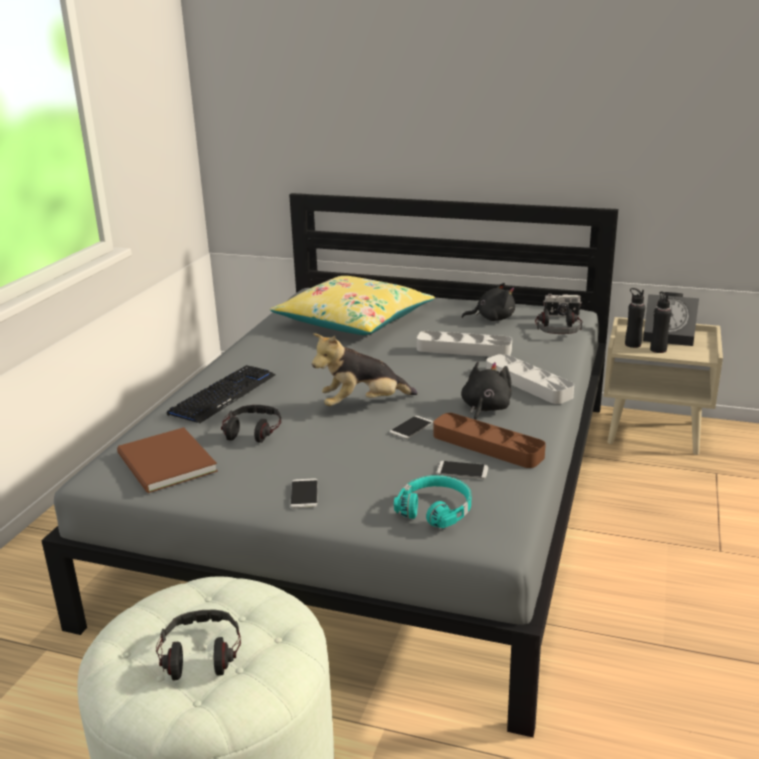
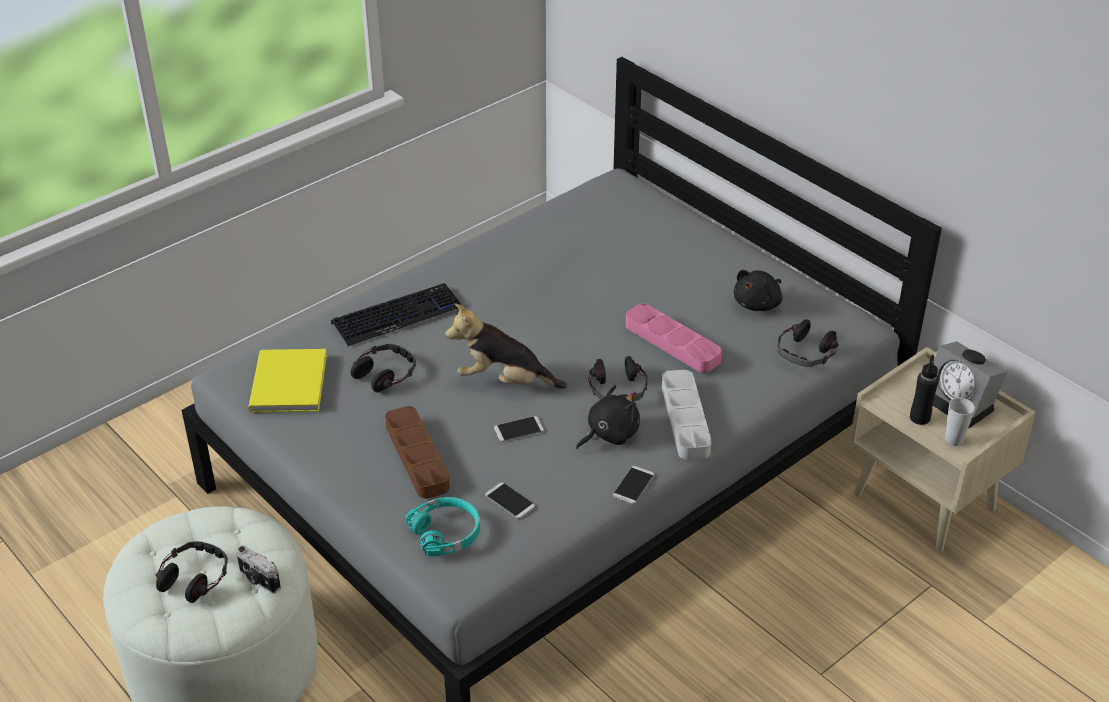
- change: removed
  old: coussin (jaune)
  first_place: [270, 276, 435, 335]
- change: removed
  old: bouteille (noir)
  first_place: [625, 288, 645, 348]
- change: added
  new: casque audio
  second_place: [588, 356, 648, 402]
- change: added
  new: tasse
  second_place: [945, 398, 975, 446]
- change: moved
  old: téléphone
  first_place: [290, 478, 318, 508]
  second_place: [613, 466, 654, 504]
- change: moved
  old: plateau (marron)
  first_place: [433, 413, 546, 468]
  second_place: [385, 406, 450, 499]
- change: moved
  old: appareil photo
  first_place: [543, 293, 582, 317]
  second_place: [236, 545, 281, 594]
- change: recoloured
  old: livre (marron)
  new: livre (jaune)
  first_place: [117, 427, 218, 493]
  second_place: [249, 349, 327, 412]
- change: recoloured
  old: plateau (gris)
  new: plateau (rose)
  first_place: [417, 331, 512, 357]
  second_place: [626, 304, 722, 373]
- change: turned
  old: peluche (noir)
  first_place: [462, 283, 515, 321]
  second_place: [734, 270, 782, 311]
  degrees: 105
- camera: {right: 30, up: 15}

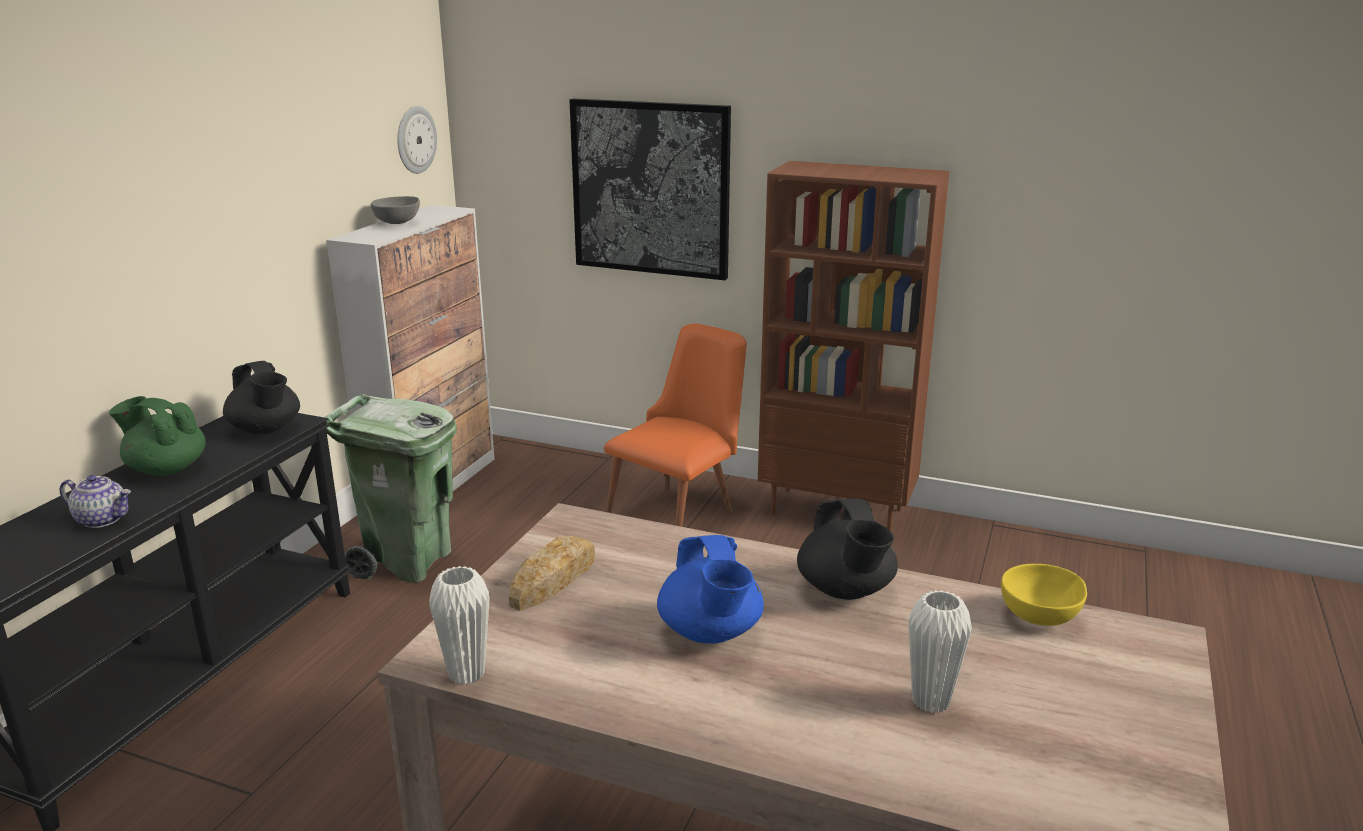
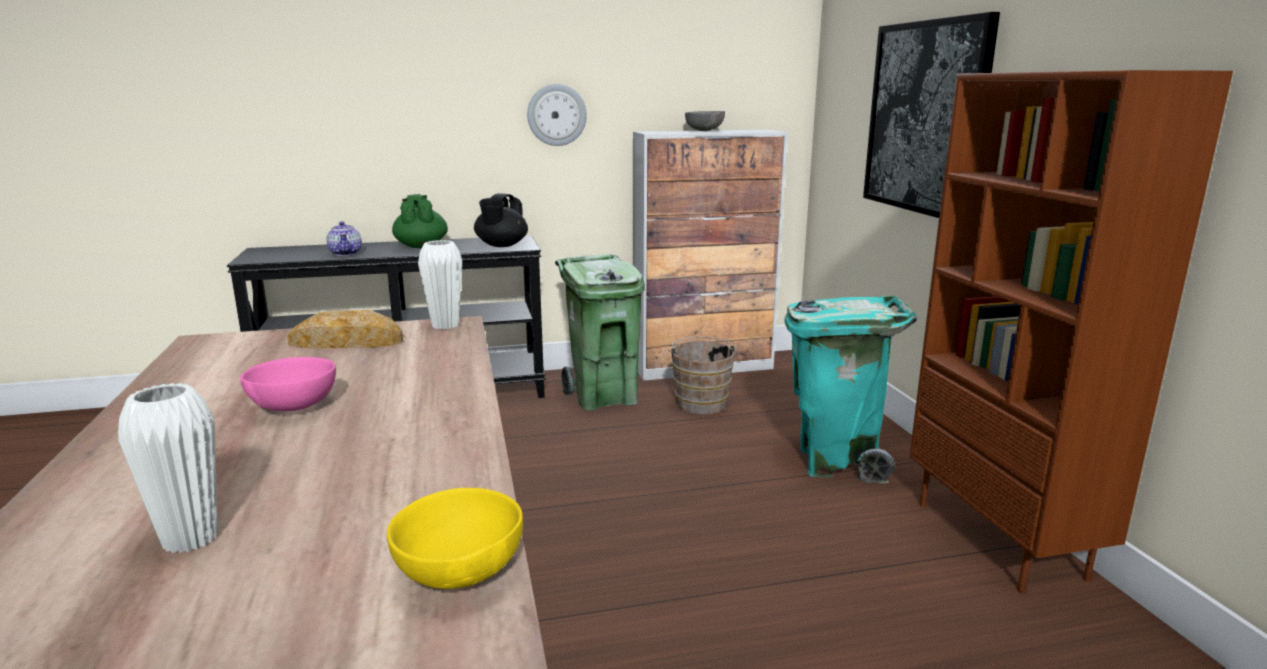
- change: removed
  old: théière (noir)
  first_place: [797, 498, 898, 600]
- change: added
  new: seau (marron)
  second_place: [668, 337, 738, 415]
- change: moved
  old: horloge murale
  first_place: [397, 106, 437, 174]
  second_place: [527, 84, 587, 146]
- change: moved
  old: vase (blanc)
  first_place: [429, 566, 490, 685]
  second_place: [418, 240, 462, 330]
- change: replaced
  old: chaise (orange)
  new: poubelle (turquoise)
  first_place: [604, 324, 747, 527]
  second_place: [785, 296, 917, 484]
- change: replaced
  old: théière (bleu)
  new: bol (rose)
  first_place: [657, 535, 764, 644]
  second_place: [240, 357, 336, 411]
- camera: {right: 55, up: -5}

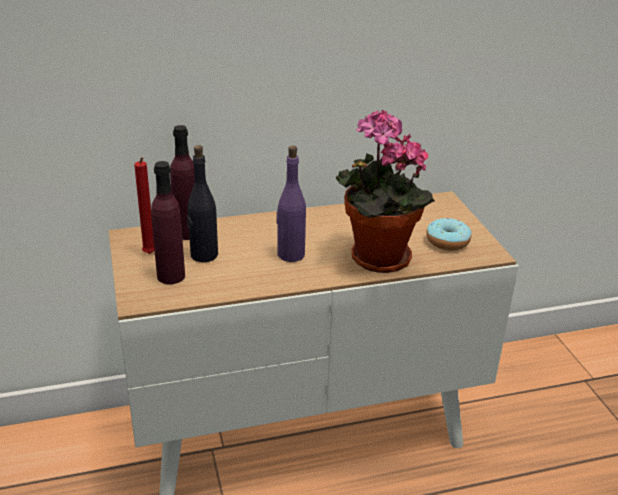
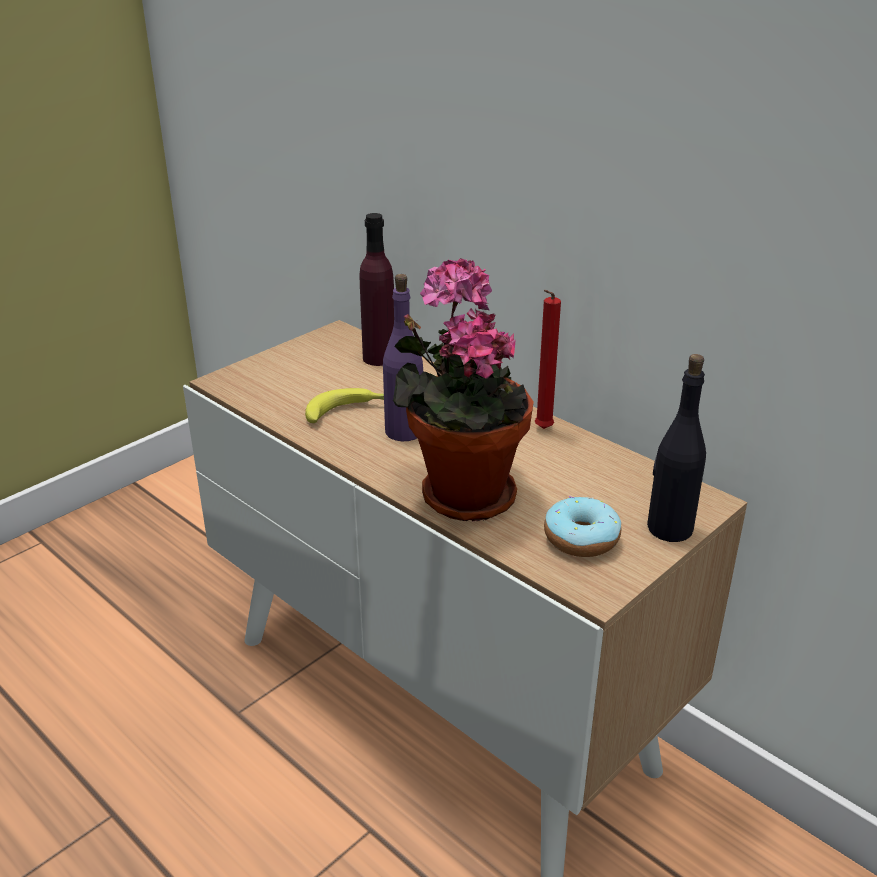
- change: removed
  old: bouteille (violet)
  first_place: [151, 161, 185, 284]
- change: added
  new: banane
  second_place: [305, 388, 384, 423]
- change: moved
  old: bougie (rouge)
  first_place: [134, 157, 154, 254]
  second_place: [535, 290, 561, 429]
- change: moved
  old: bouteille (noir)
  first_place: [187, 145, 218, 262]
  second_place: [647, 354, 706, 542]
- camera: {right: 60, up: 0}

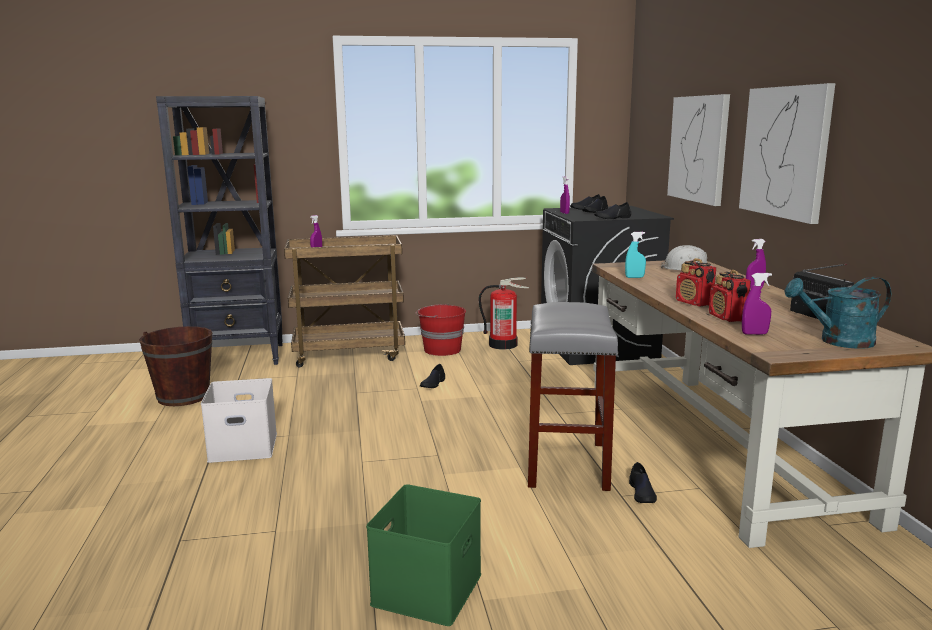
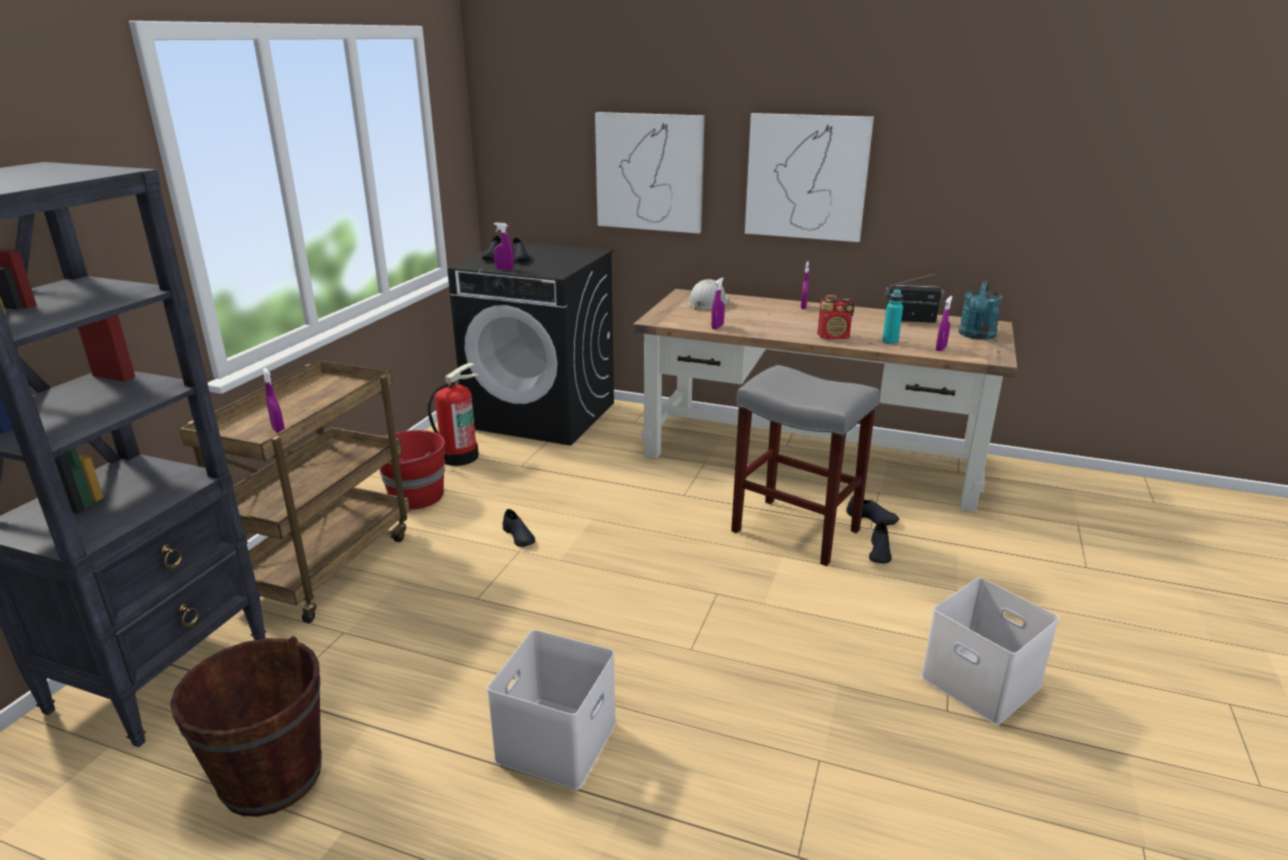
- change: moved
  old: chaussure (noir)
  first_place: [594, 202, 631, 219]
  second_place: [869, 522, 892, 563]
- change: replaced
  old: radio
  new: bouteille (turquoise)
  first_place: [709, 270, 751, 322]
  second_place: [882, 289, 903, 345]
- change: recoloured
  old: boîte de rangement (vert)
  new: boîte de rangement (blanc)
  first_place: [366, 484, 481, 626]
  second_place: [920, 577, 1059, 725]
- change: recoloured
  old: vaporisateur (turquoise)
  new: vaporisateur (violet)
  first_place: [625, 232, 646, 278]
  second_place: [711, 278, 725, 329]
- camera: {right: -60, up: 10}

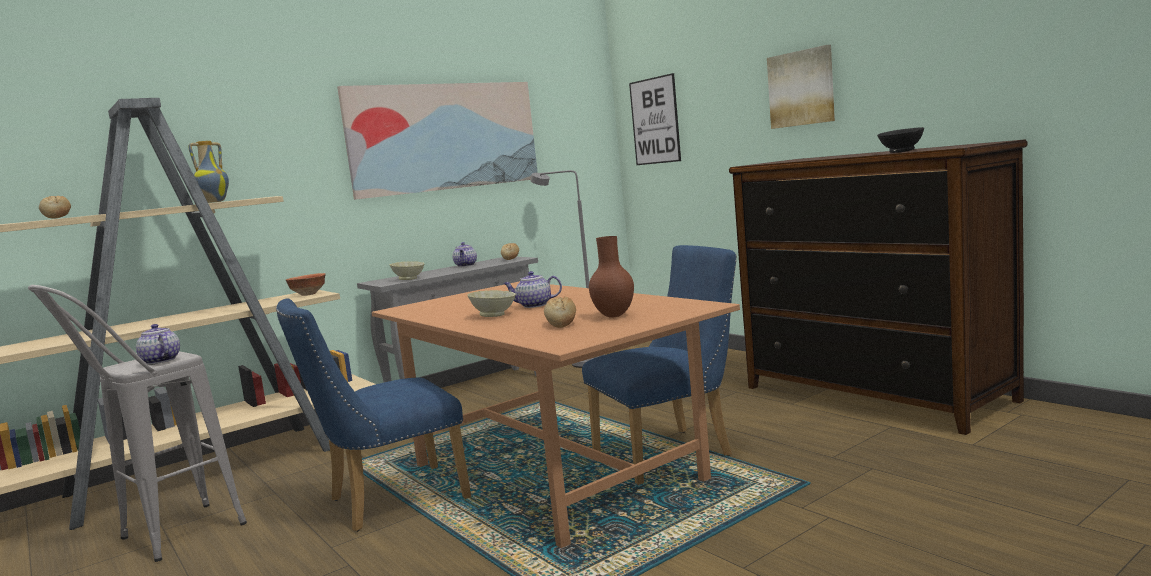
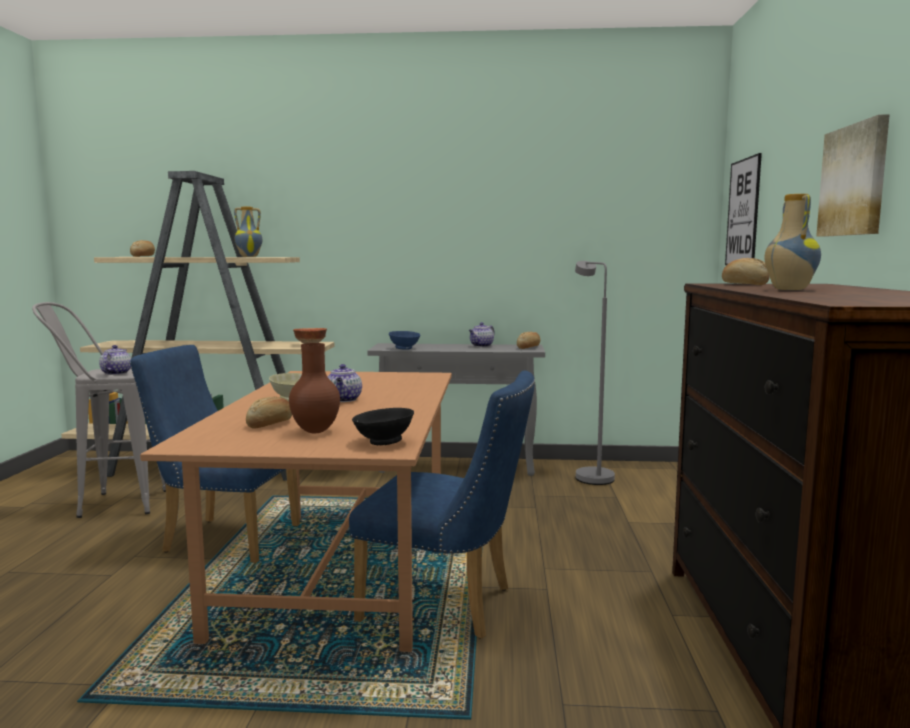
- change: removed
  old: tableau
  first_place: [337, 82, 538, 200]
- change: added
  new: pain
  second_place: [722, 258, 769, 285]
- change: added
  new: vase
  second_place: [764, 194, 821, 290]
- change: moved
  old: bol (noir)
  first_place: [877, 127, 924, 153]
  second_place: [352, 408, 414, 445]
- change: recoloured
  old: bol (beige)
  new: bol (bleu)
  first_place: [390, 261, 424, 280]
  second_place: [389, 331, 420, 350]
- change: turned
  old: théière
  first_place: [503, 271, 562, 308]
  second_place: [328, 364, 362, 402]
  degrees: -135
- camera: {right: 40, up: 0}

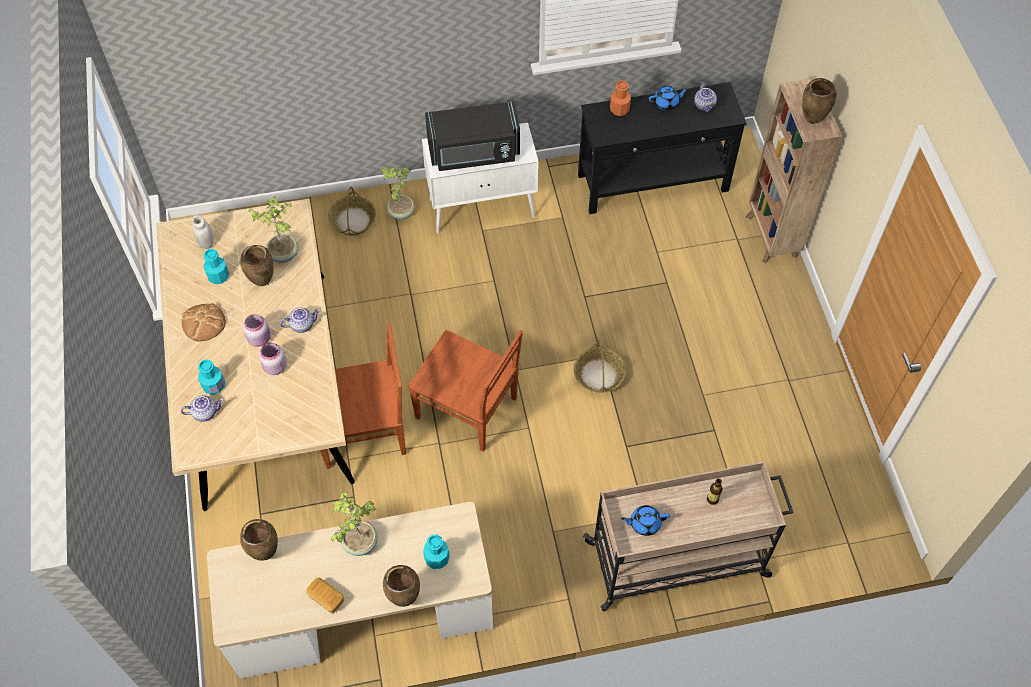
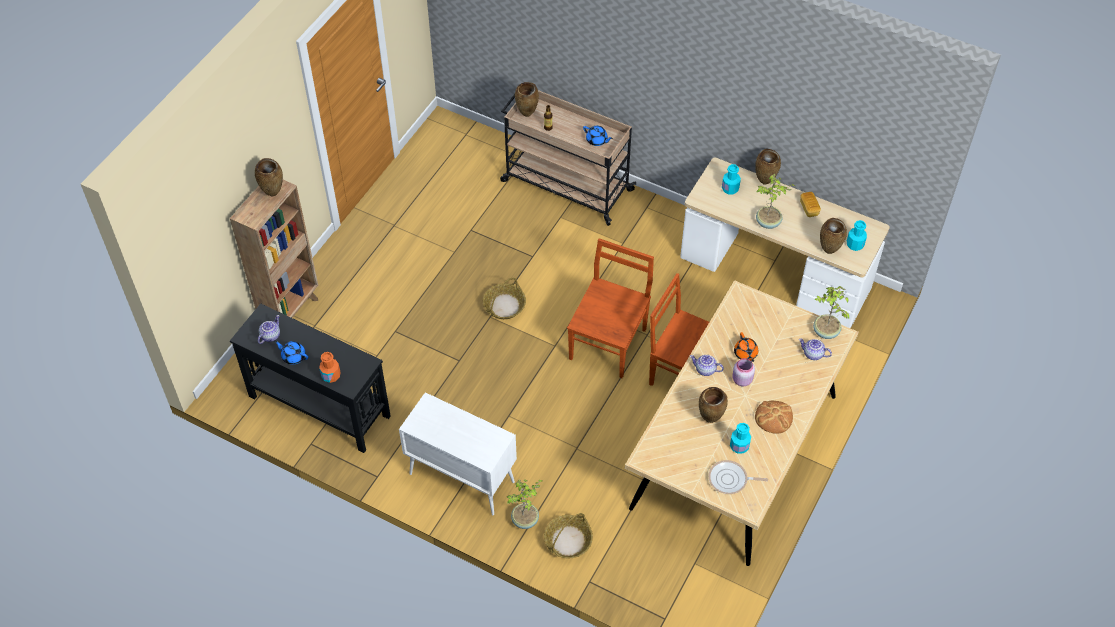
- change: removed
  old: micro-ondes (noir)
  first_place: [425, 101, 520, 171]
- change: added
  new: vase (marron)
  second_place: [515, 82, 539, 117]
- change: moved
  old: bouteille (turquoise)
  first_place: [198, 359, 225, 395]
  second_place: [847, 220, 867, 251]
- change: moved
  old: plante en pot
  first_place: [248, 196, 298, 263]
  second_place: [813, 286, 849, 339]
- change: replaced
  old: bocal (blanc)
  new: poêle
  first_place: [192, 215, 214, 249]
  second_place: [708, 460, 768, 494]
- change: replaced
  old: bocal (rose)
  new: théière (orange)
  first_place: [259, 343, 287, 375]
  second_place: [734, 332, 758, 362]
- change: turned
  old: chaise (marron)
  first_place: [408, 330, 523, 452]
  second_place: [567, 238, 654, 378]
  degrees: 45
- camera: {right: -140, up: -5}

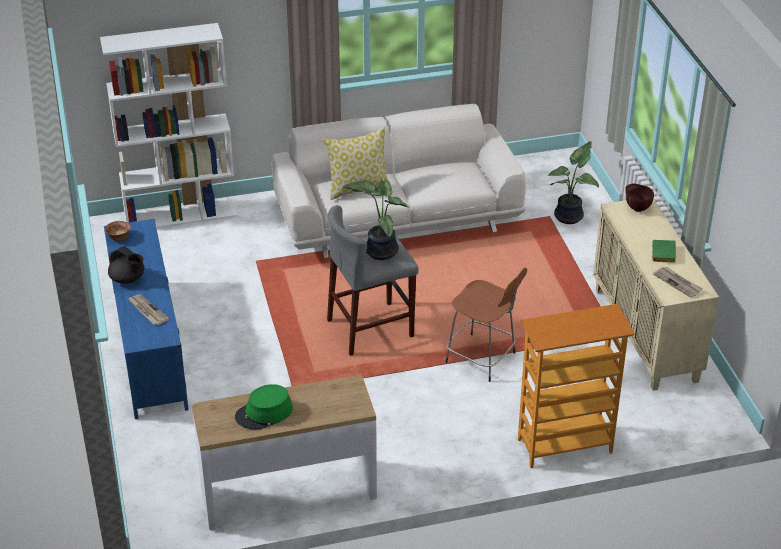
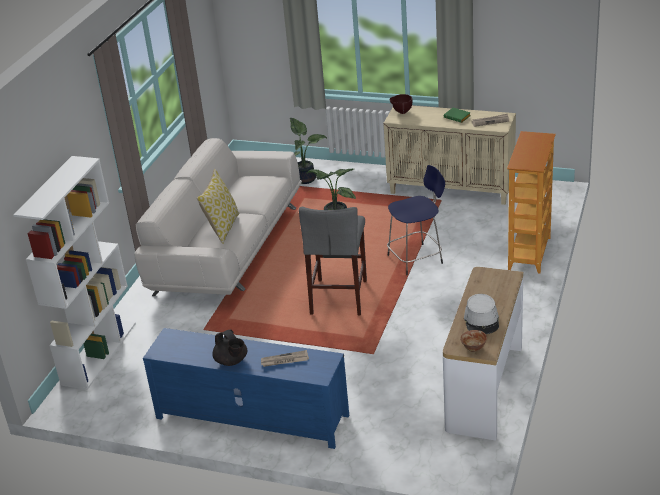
- change: moved
  old: bol
  first_place: [105, 221, 131, 242]
  second_place: [460, 330, 487, 352]
- change: recoloured
  old: chapeau (vert)
  new: chapeau (gris)
  first_place: [235, 384, 293, 430]
  second_place: [464, 294, 499, 334]
- change: recoloured
  old: tabouret (marron)
  new: tabouret (bleu)
  first_place: [445, 267, 527, 382]
  second_place: [387, 165, 445, 275]
- change: turned
  old: théière (noir)
  first_place: [108, 246, 145, 284]
  second_place: [212, 330, 247, 366]
  degrees: 75
- camera: {right: -55, up: -5}

